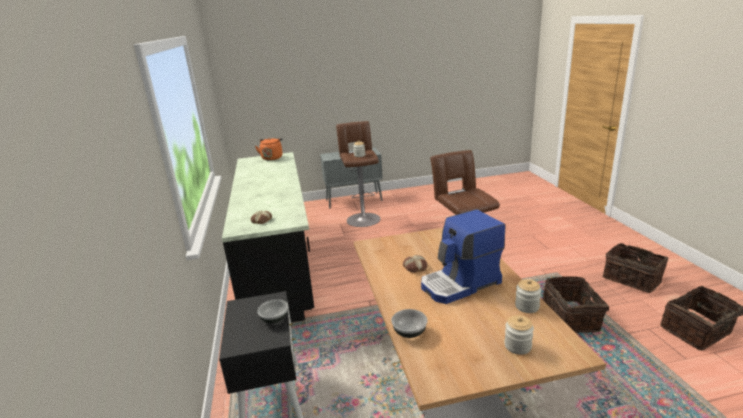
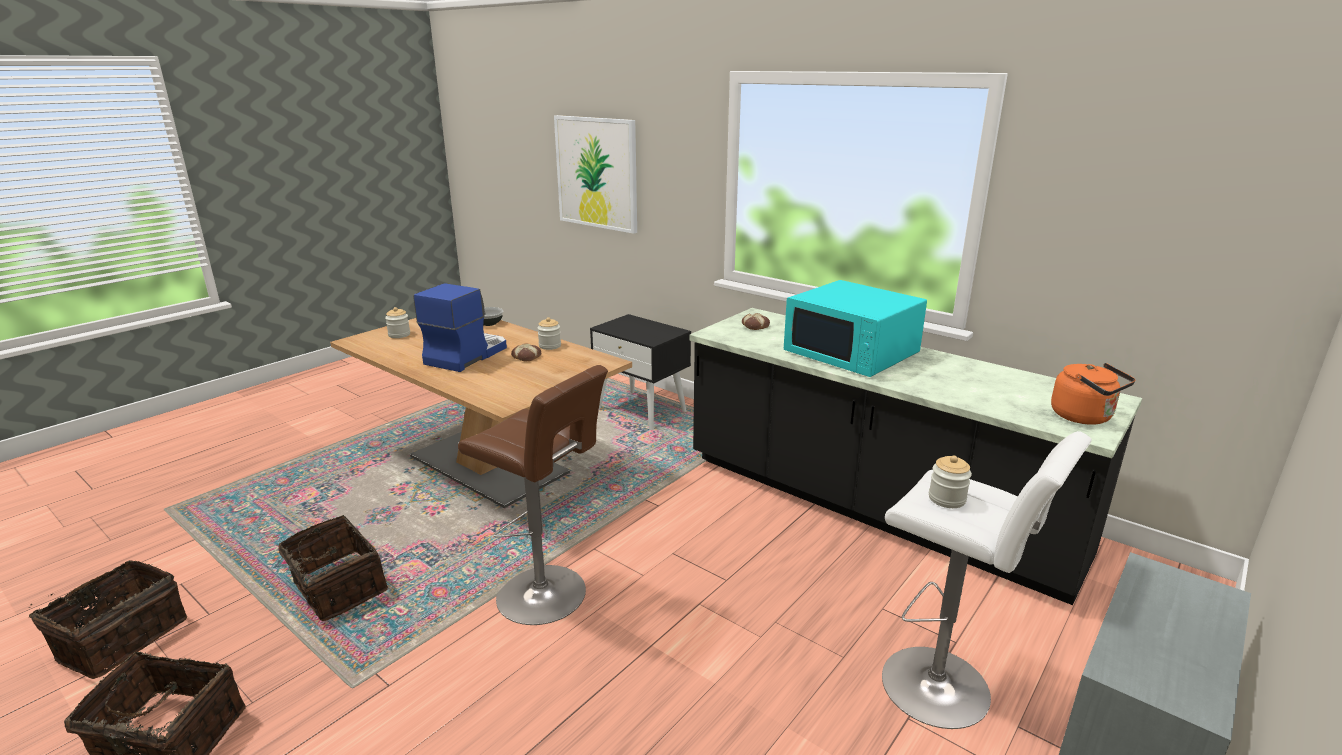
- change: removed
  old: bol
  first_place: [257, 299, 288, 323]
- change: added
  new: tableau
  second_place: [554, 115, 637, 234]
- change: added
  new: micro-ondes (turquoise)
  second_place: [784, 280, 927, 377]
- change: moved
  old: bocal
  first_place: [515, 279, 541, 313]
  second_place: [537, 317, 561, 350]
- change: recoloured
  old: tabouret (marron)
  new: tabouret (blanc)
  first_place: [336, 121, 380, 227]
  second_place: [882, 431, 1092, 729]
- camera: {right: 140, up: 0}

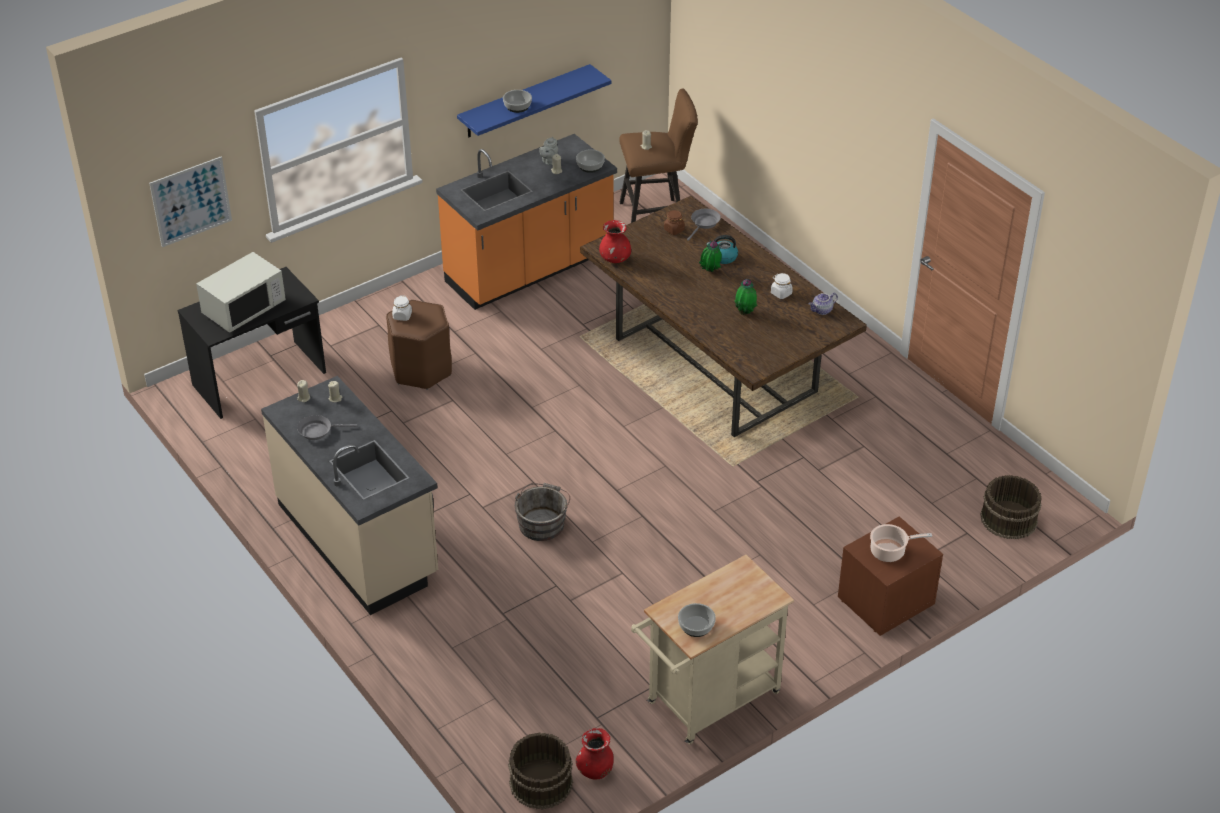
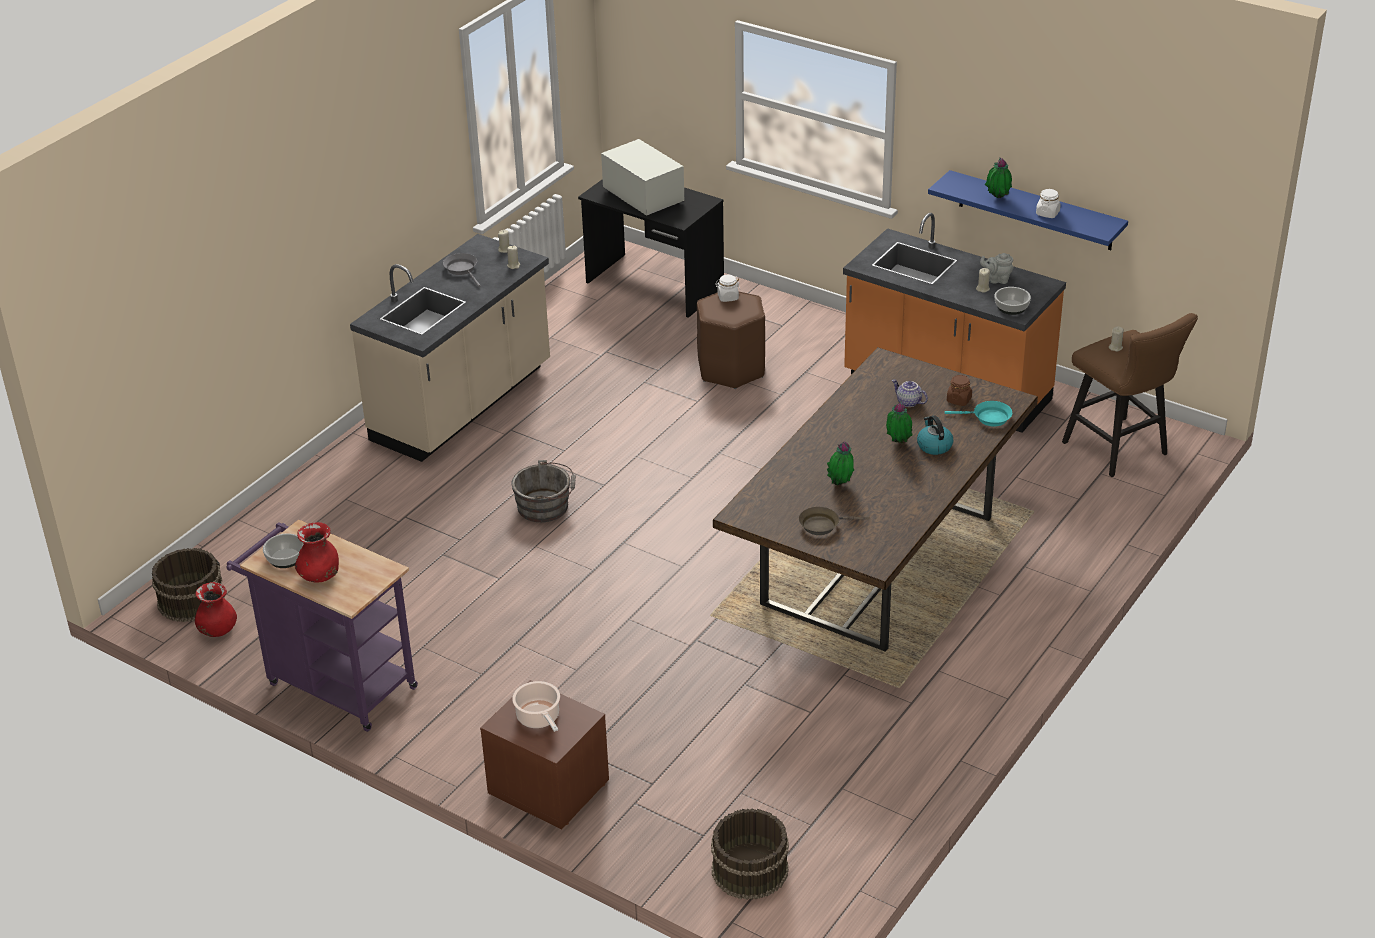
- change: removed
  old: tableau
  first_place: [149, 157, 232, 247]
- change: added
  new: poêle (marron)
  second_place: [799, 507, 869, 535]
- change: moved
  old: vase (rouge)
  first_place: [599, 220, 631, 263]
  second_place: [295, 522, 339, 583]
- change: moved
  old: bocal (blanc)
  first_place: [771, 273, 793, 299]
  second_place: [1036, 189, 1060, 218]
- change: moved
  old: théière
  first_place: [809, 293, 838, 315]
  second_place: [892, 379, 928, 407]
- change: replaced
  old: bol
  new: plante en pot
  first_place: [503, 90, 532, 113]
  second_place: [985, 158, 1012, 198]
- change: recoloured
  old: chariot (beige)
  new: chariot (violet)
  first_place: [631, 555, 794, 744]
  second_place: [226, 519, 418, 732]
- change: recoloured
  old: poêle (gris)
  new: poêle (turquoise)
  first_place: [687, 209, 721, 241]
  second_place: [945, 401, 1012, 426]
- change: turned
  old: micro-ondes (blanc)
  first_place: [196, 252, 286, 333]
  second_place: [601, 139, 684, 216]
  degrees: -150
- camera: {right: 70, up: -5}

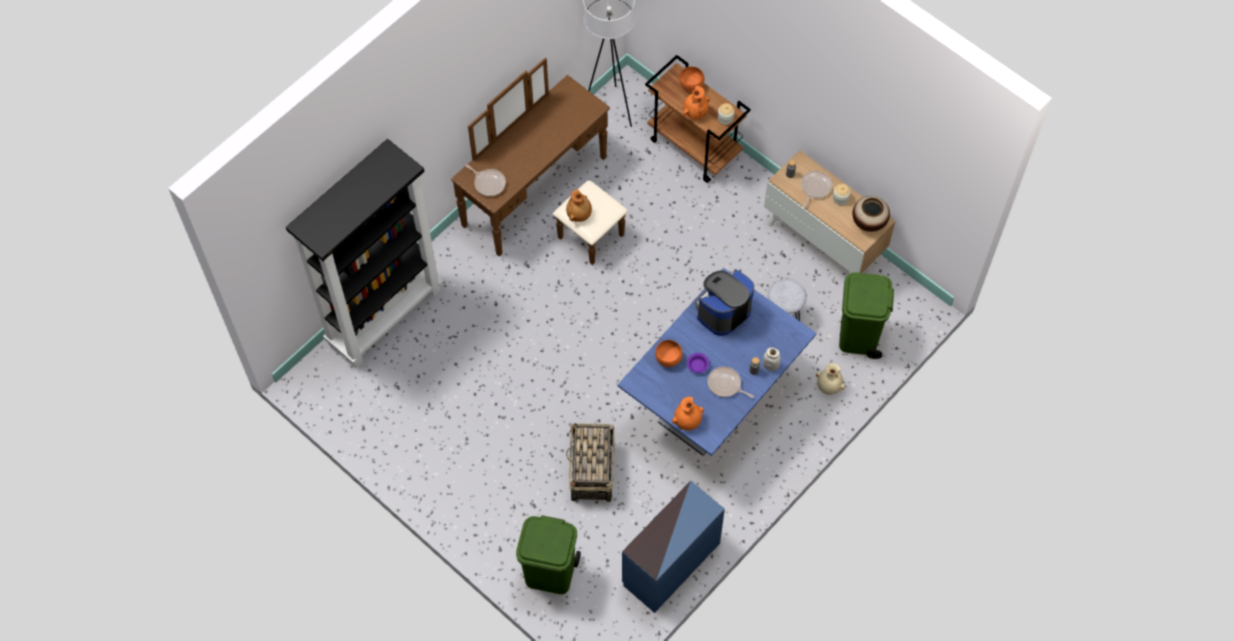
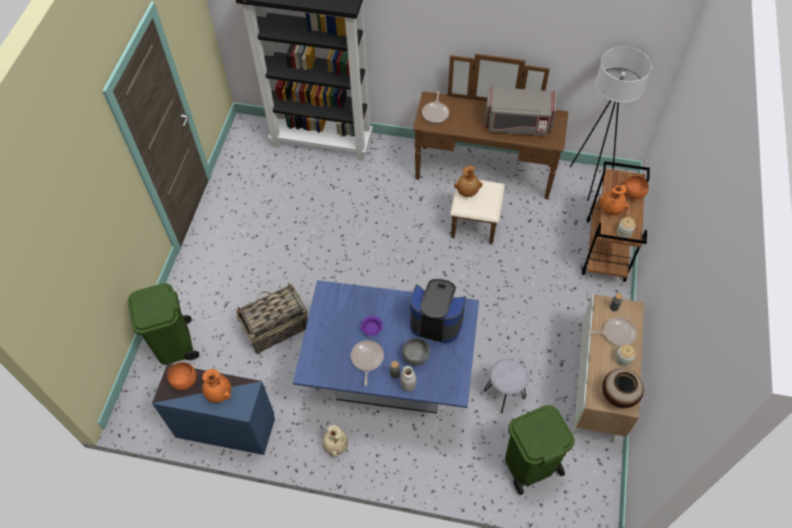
- change: added
  new: bol (gris)
  second_place: [402, 338, 430, 366]
- change: added
  new: micro-ondes (gris)
  second_place: [485, 87, 556, 136]
- change: moved
  old: bol (orange)
  first_place: [655, 340, 683, 367]
  second_place: [167, 362, 196, 390]
- change: moved
  old: vase (orange)
  first_place: [672, 397, 704, 431]
  second_place: [202, 369, 231, 403]
- change: moved
  old: vase (beige)
  first_place: [816, 363, 845, 395]
  second_place: [322, 425, 348, 457]
- camera: {right: 60, up: -5}

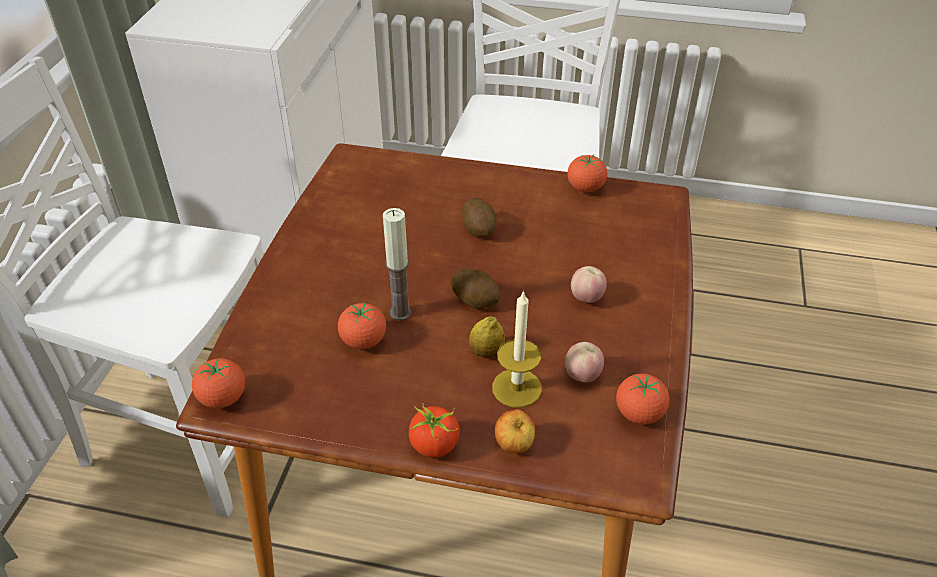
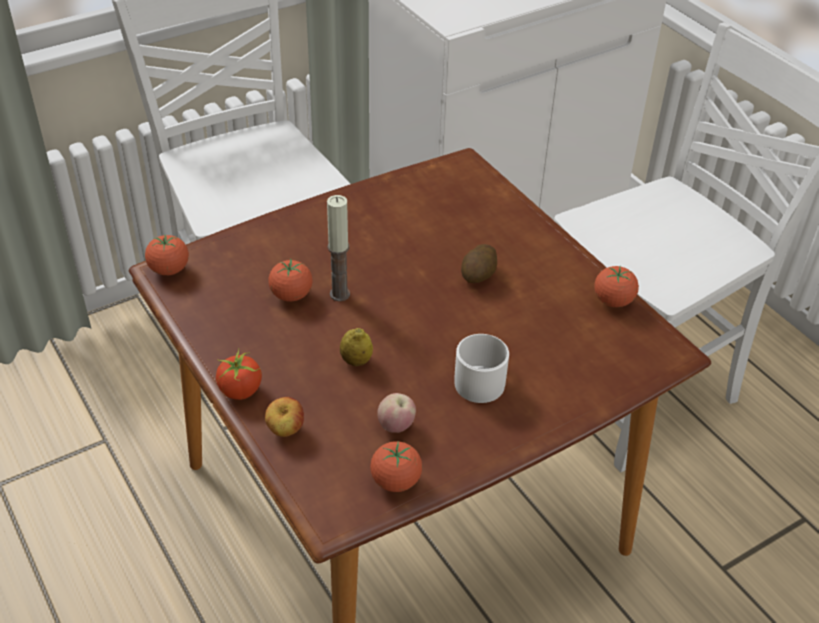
- change: removed
  old: pomme de terre
  first_place: [451, 268, 501, 309]
- change: removed
  old: bougie
  first_place: [492, 290, 542, 408]
- change: replaced
  old: pomme
  new: mug (blanc)
  first_place: [571, 266, 607, 303]
  second_place: [454, 334, 509, 403]
- camera: {right: 45, up: 0}

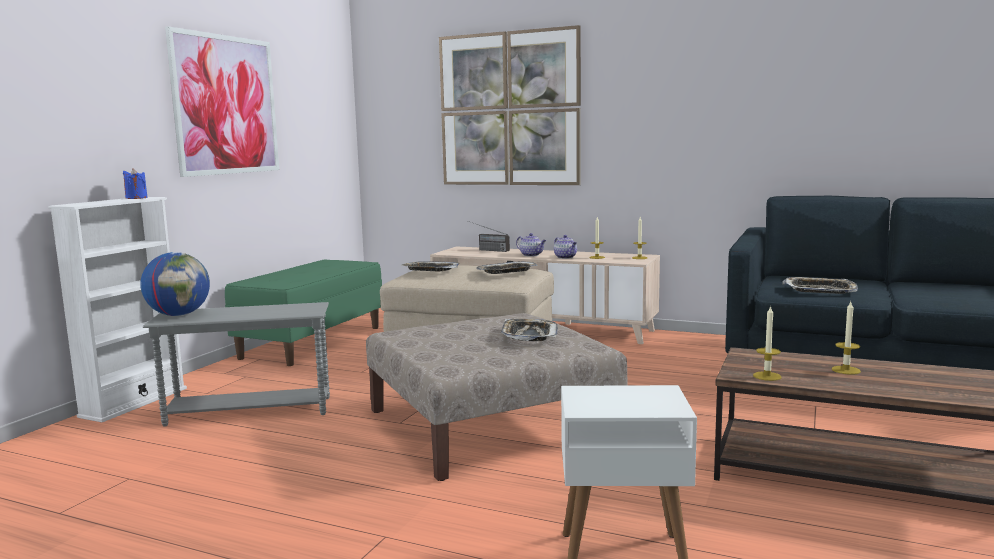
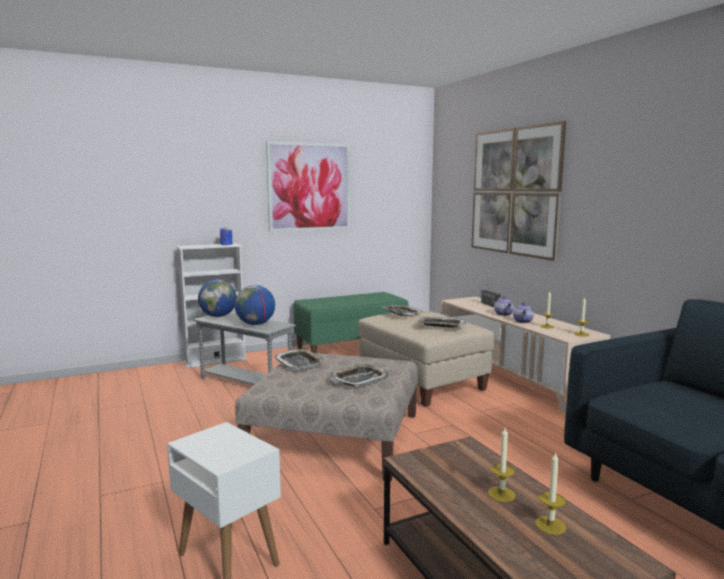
- change: added
  new: globe
  second_place: [235, 285, 275, 325]
- change: moved
  old: bougie
  first_place: [753, 305, 782, 381]
  second_place: [535, 453, 566, 535]
- change: moved
  old: plateau
  first_place: [782, 277, 858, 294]
  second_place: [274, 349, 325, 370]
- camera: {right: 40, up: 0}

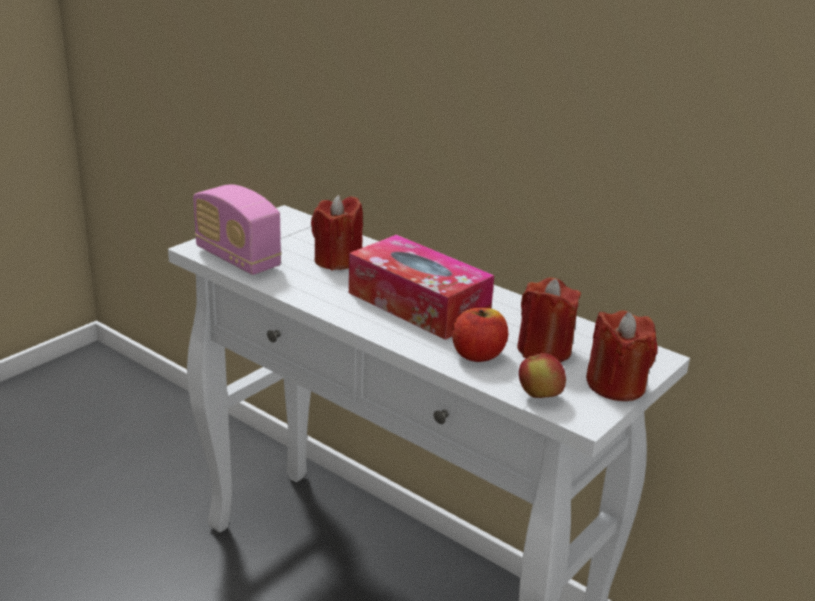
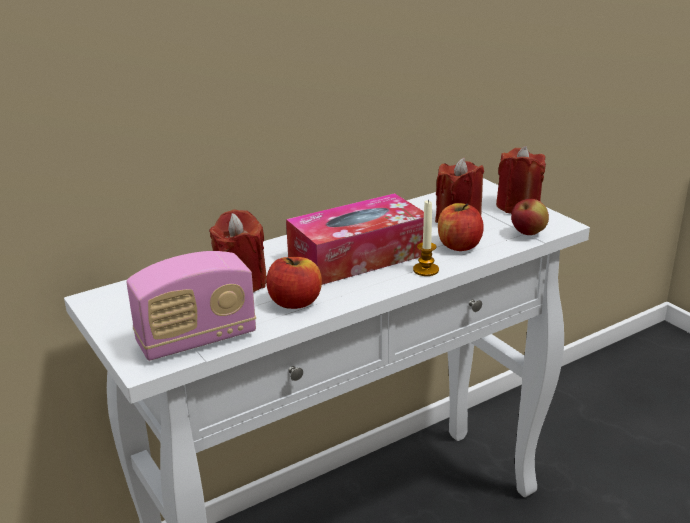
- change: added
  new: pomme
  second_place: [266, 257, 322, 309]
- change: added
  new: bougie
  second_place: [413, 199, 439, 276]
- camera: {right: -70, up: 0}

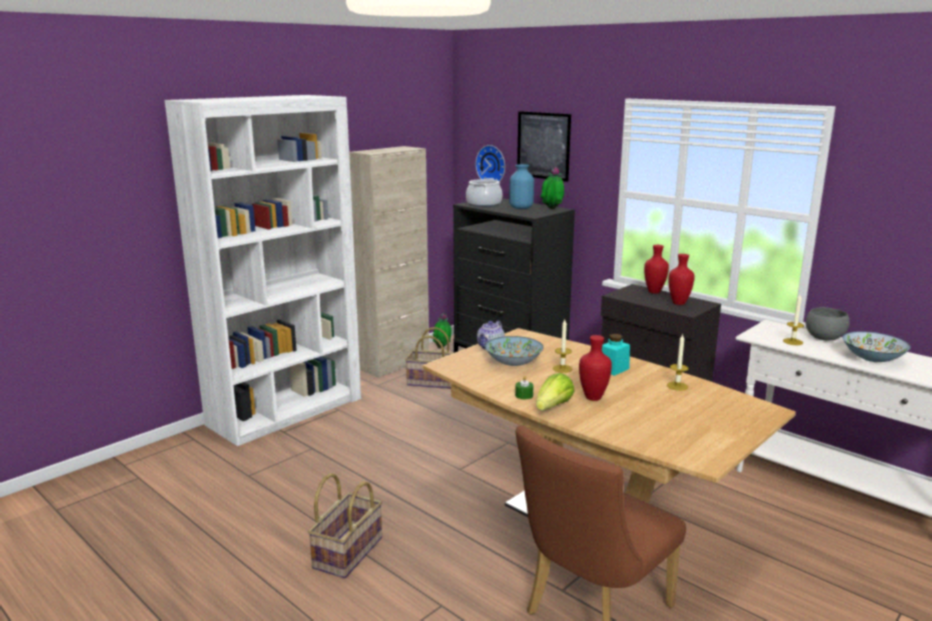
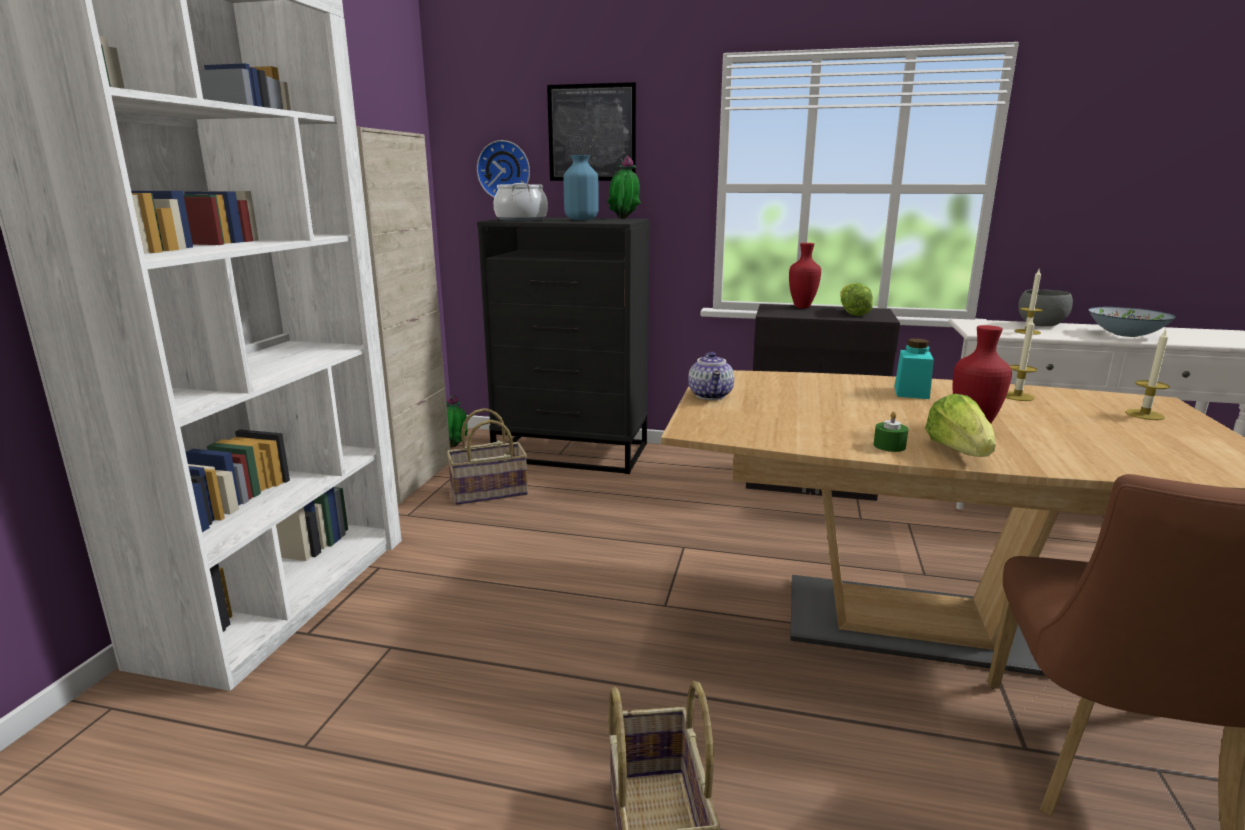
- change: removed
  old: bol
  first_place: [485, 336, 543, 366]
- change: moved
  old: bougie
  first_place: [553, 320, 572, 373]
  second_place: [1125, 329, 1170, 420]
- change: replaced
  old: vase (rouge)
  new: laitue
  first_place: [669, 254, 695, 305]
  second_place: [840, 283, 873, 316]
- camera: {right: -30, up: 0}

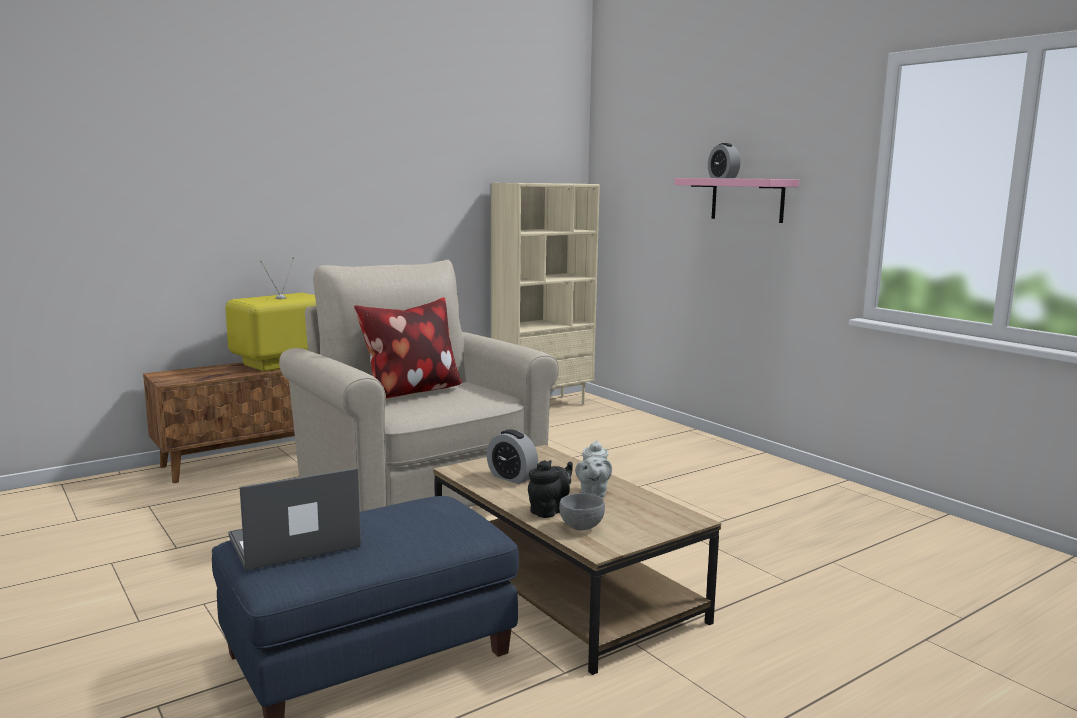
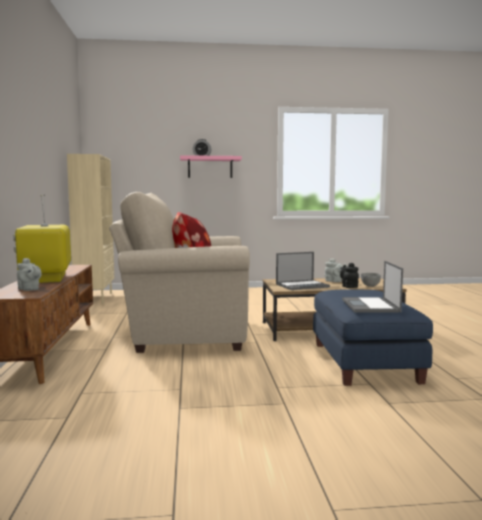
- change: added
  new: théière (gris)
  second_place: [17, 258, 42, 291]
- change: replaced
  old: réveil
  new: ordinateur portable
  first_place: [487, 429, 538, 484]
  second_place: [276, 252, 330, 290]
- camera: {right: -60, up: -5}

